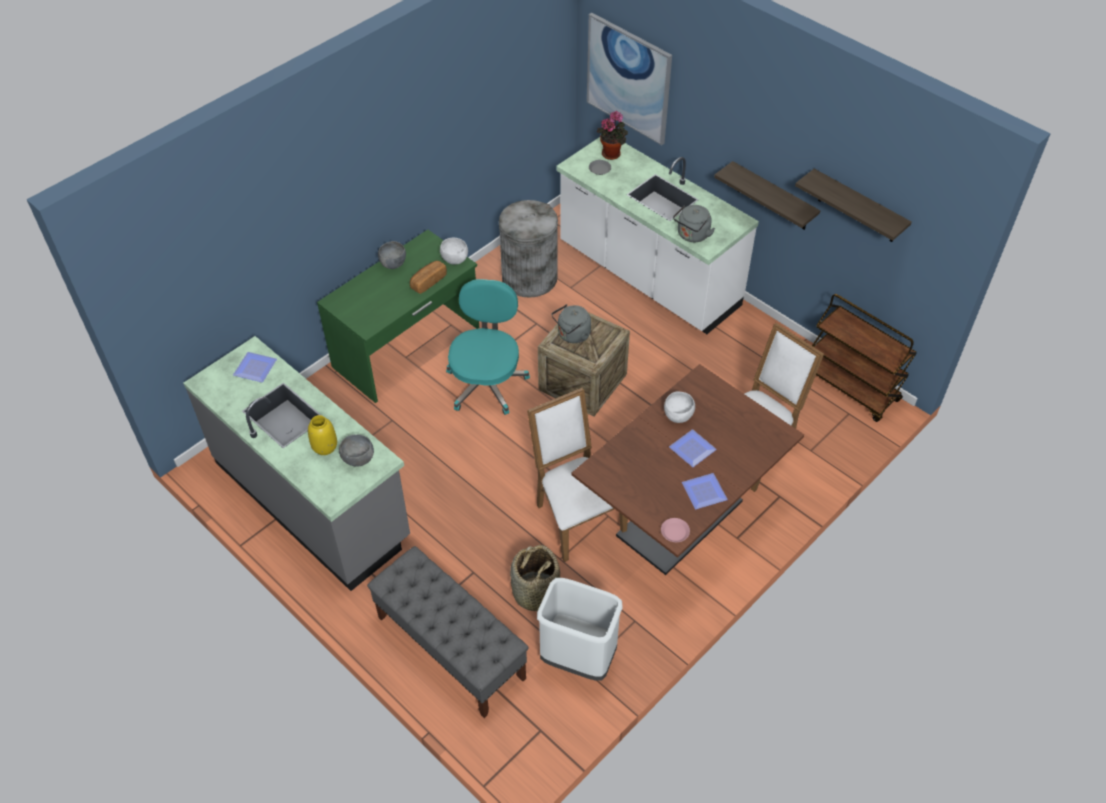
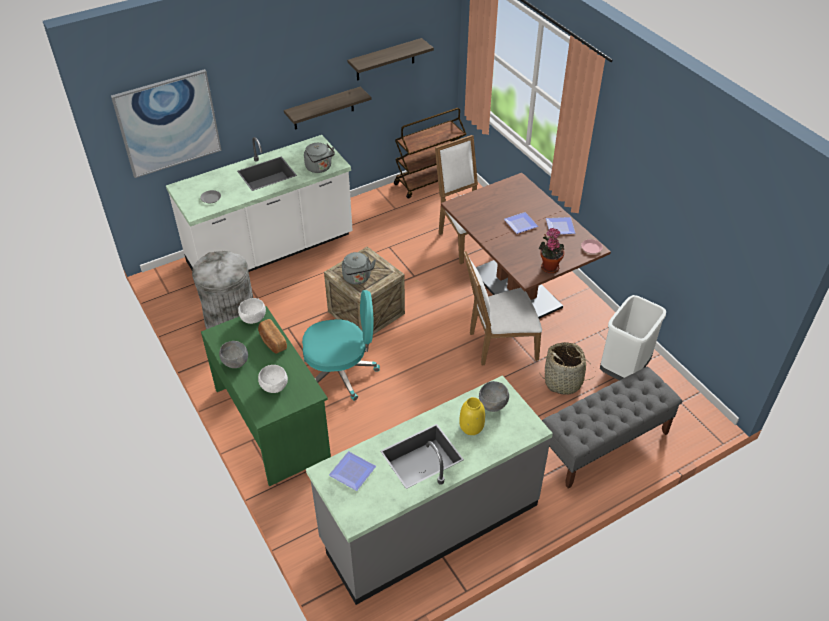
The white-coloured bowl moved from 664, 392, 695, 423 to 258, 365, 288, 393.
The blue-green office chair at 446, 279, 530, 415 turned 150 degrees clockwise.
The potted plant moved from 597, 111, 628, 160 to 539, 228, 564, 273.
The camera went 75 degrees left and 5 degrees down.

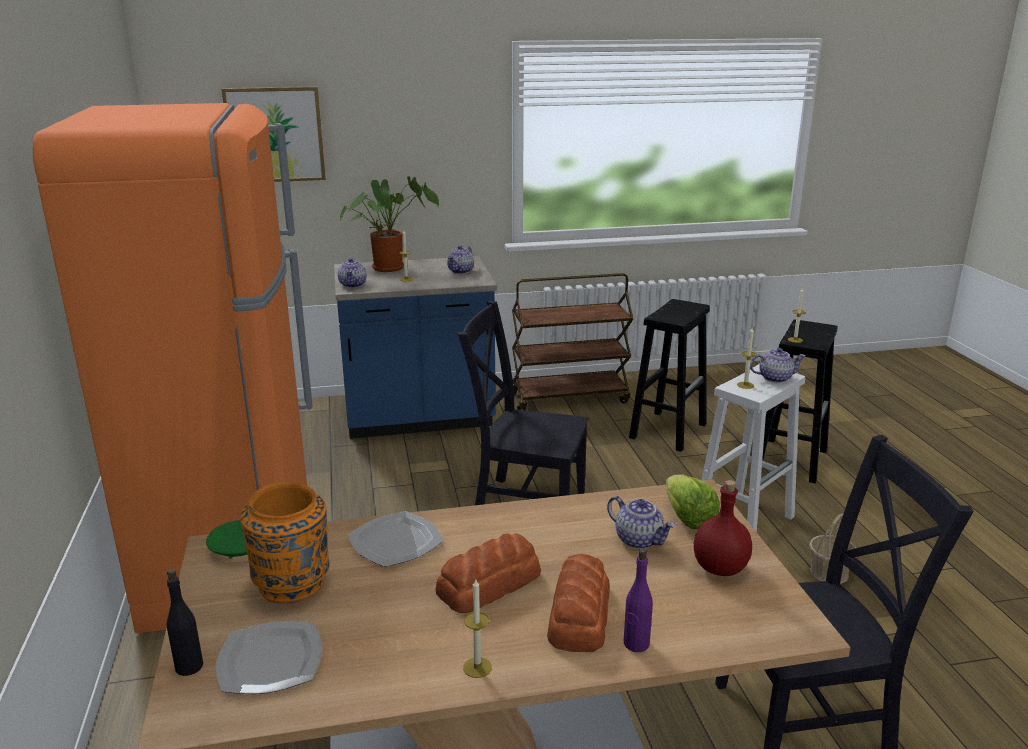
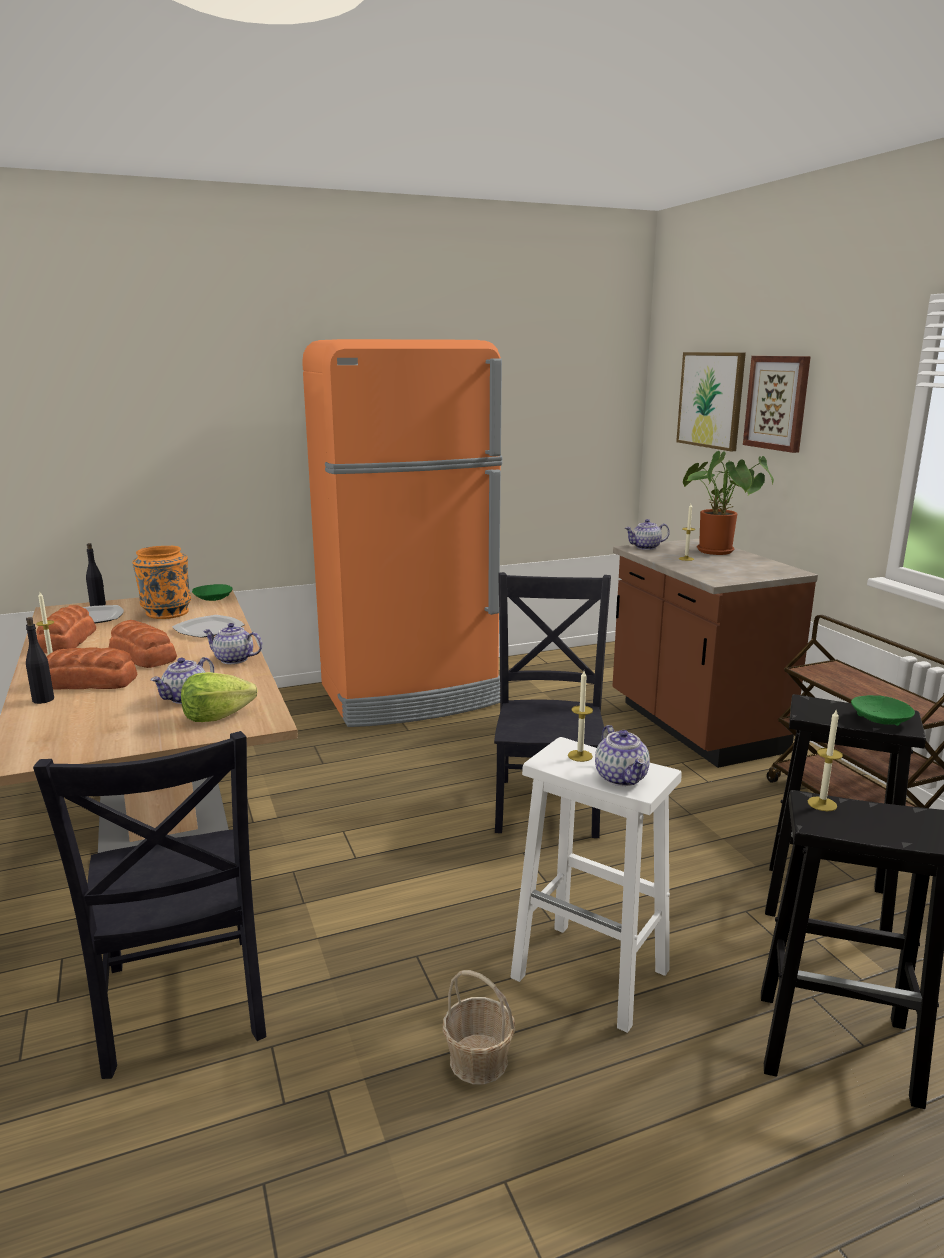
The purple drink bottle at 624, 548, 653, 652 became the blackish drink bottle at 26, 617, 54, 704.
The bread at 37, 605, 96, 653 appeared.
The teapot moved from 447, 245, 474, 274 to 203, 623, 263, 664.
The bluish counter at 334, 256, 497, 439 became the brown counter at 613, 539, 818, 768.
The wall art at 743, 356, 811, 453 appeared.
The green bowl at 851, 695, 915, 726 appeared.
The red-coloured drink bottle at 694, 480, 752, 576 disappeared.
The camera went 80 degrees right and 5 degrees down.

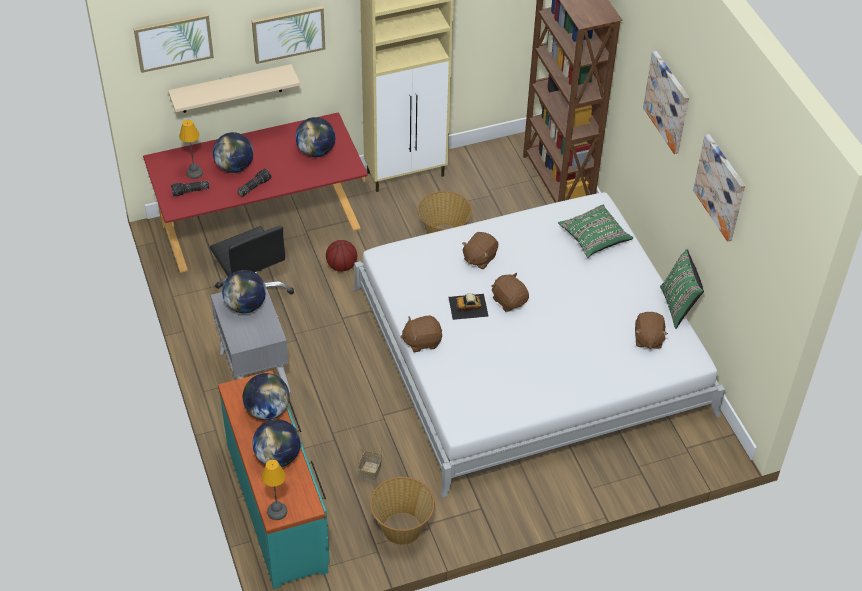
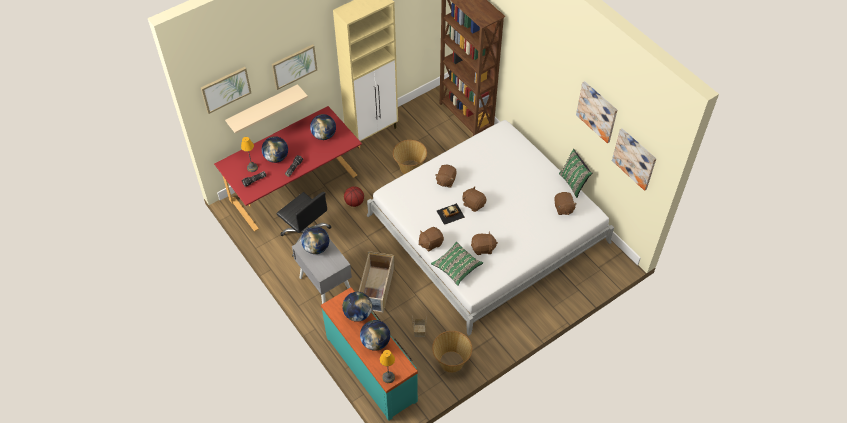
The sand-coloured storage box at 358, 251, 395, 313 appeared.
The green pillow moved from 558, 204, 633, 258 to 431, 242, 483, 286.
The brown soft toy at 471, 231, 498, 255 appeared.
The wall art moved from 643, 51, 689, 154 to 612, 128, 656, 191.
The camera went 15 degrees left and 5 degrees up.

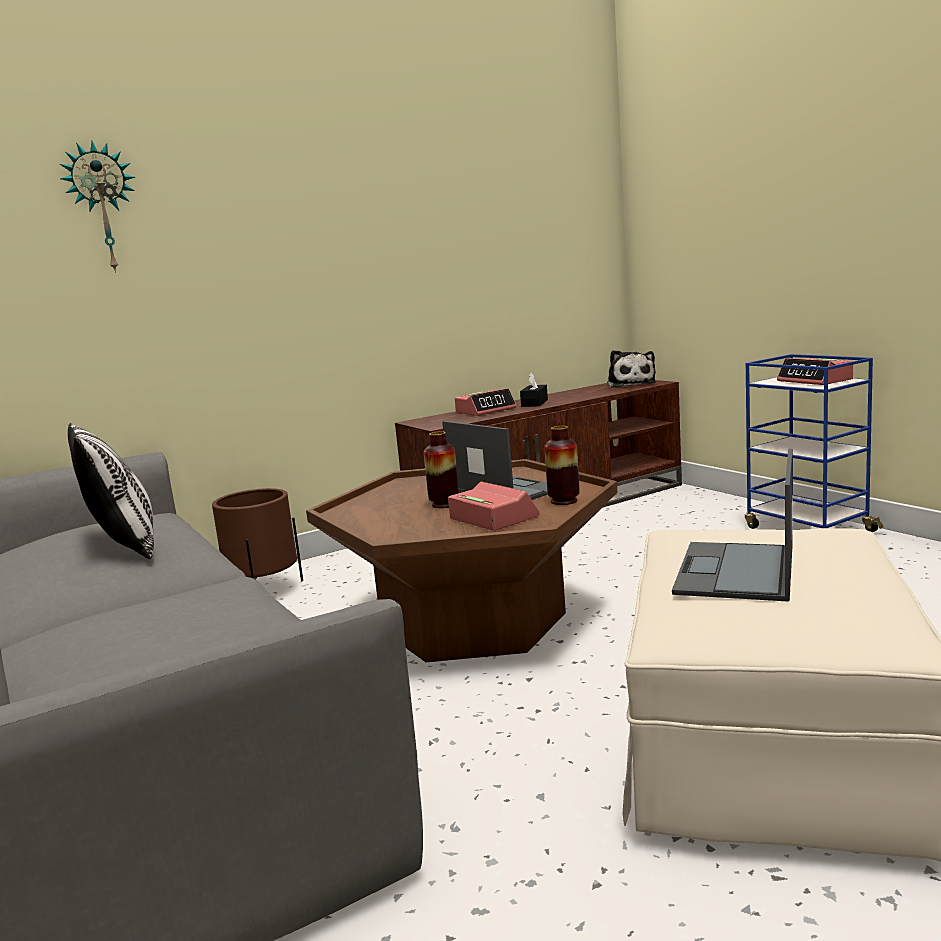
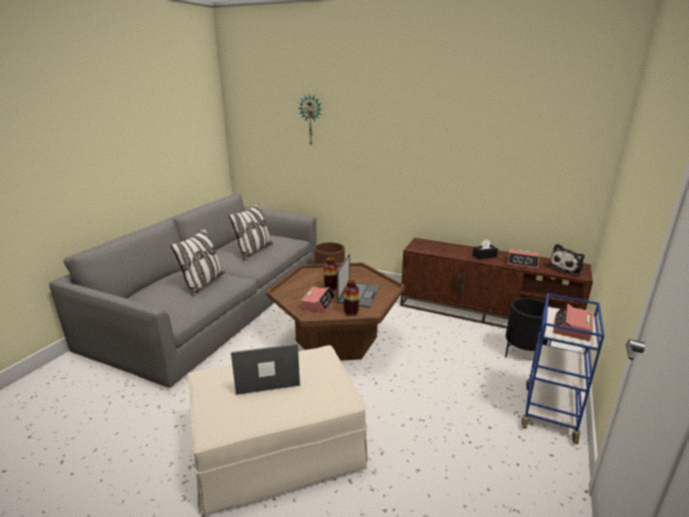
The pillow at 170, 228, 225, 296 appeared.
The blackish plant pot at 505, 298, 552, 357 appeared.
The table clock moved from 455, 388, 516, 416 to 508, 249, 539, 269.
The camera went 55 degrees right and 10 degrees up.

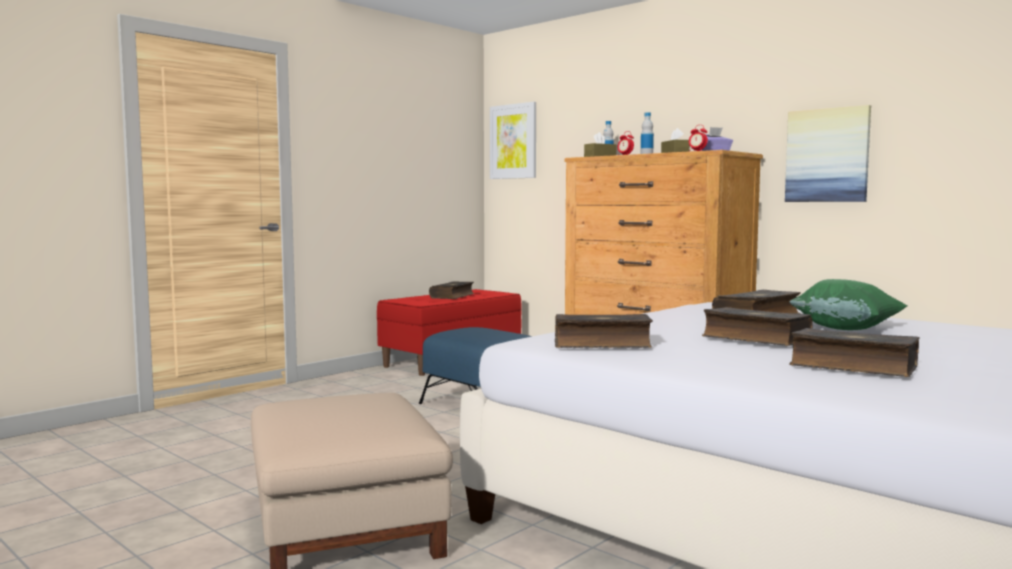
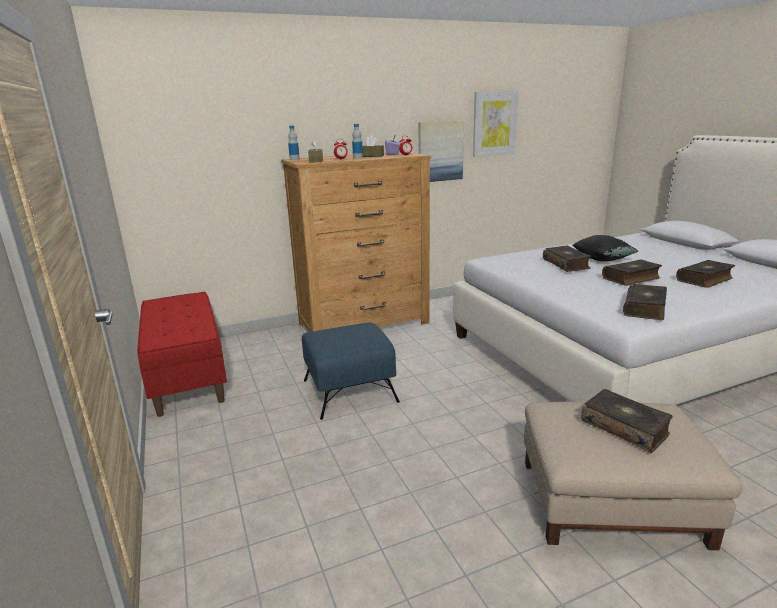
The wall art moved from 490, 102, 536, 179 to 473, 91, 519, 157.
The green pillow at 790, 279, 908, 330 became the blackish pillow at 572, 235, 638, 262.
The volume moved from 429, 281, 474, 299 to 581, 389, 673, 453.
The camera went 65 degrees left and 15 degrees up.

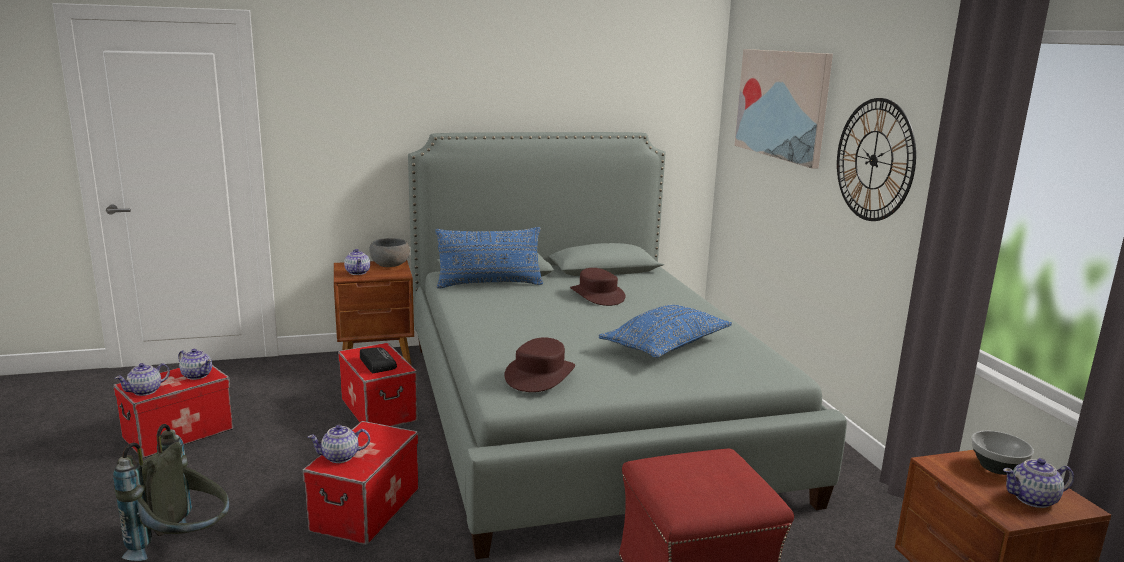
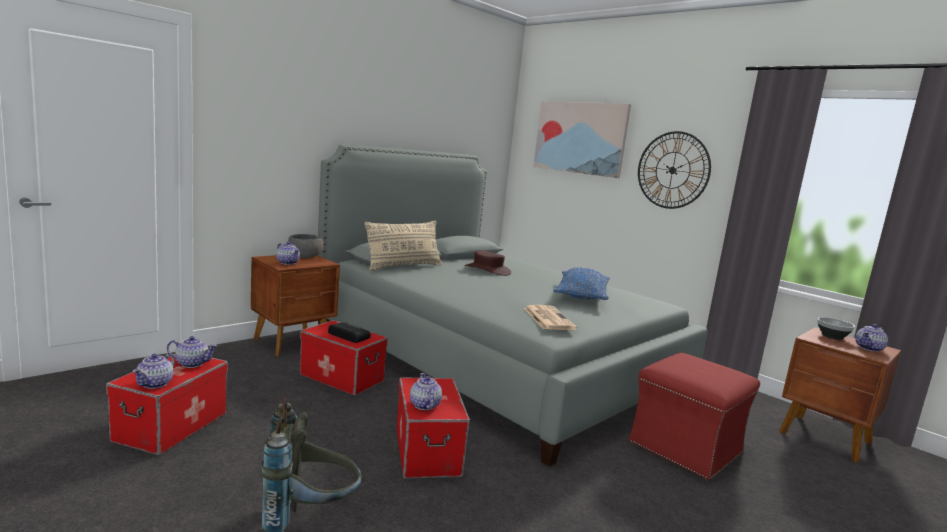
The bluish pillow at 435, 227, 543, 289 became the sand-coloured pillow at 364, 221, 442, 271.
The teapot at 308, 425, 370, 463 turned 120 degrees clockwise.
The brown wearable hat at 504, 337, 575, 392 was replaced by the printed paper at 524, 305, 577, 330.
The camera went 30 degrees left and 5 degrees down.

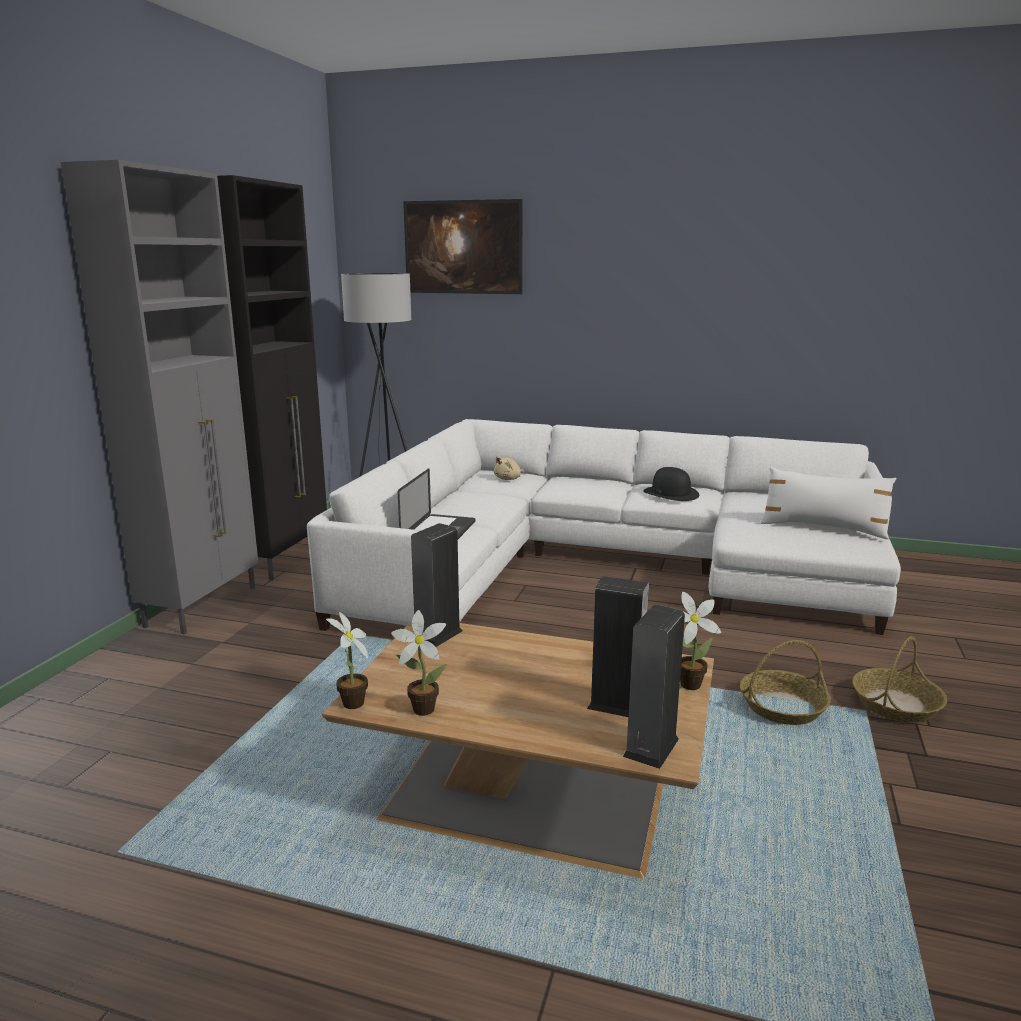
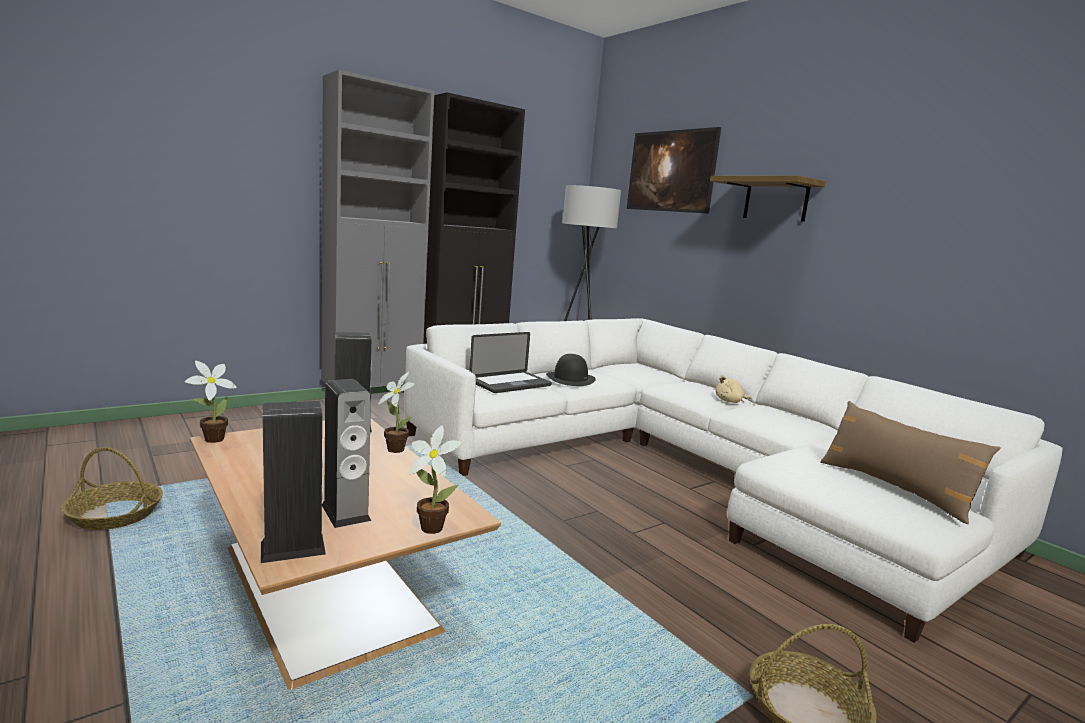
The basket moved from 740, 640, 831, 725 to 61, 447, 163, 530.
The potted plant moved from 391, 610, 447, 716 to 378, 372, 415, 453.
The blackish wearable hat moved from 643, 467, 699, 501 to 546, 354, 596, 386.
The wall shelf at 710, 175, 826, 222 appeared.
The sand-coloured soft toy moved from 494, 456, 524, 480 to 716, 375, 752, 403.
The white-coloured pillow at 761, 467, 896, 539 became the brown pillow at 820, 401, 1001, 524.
The camera went 35 degrees right and 5 degrees down.

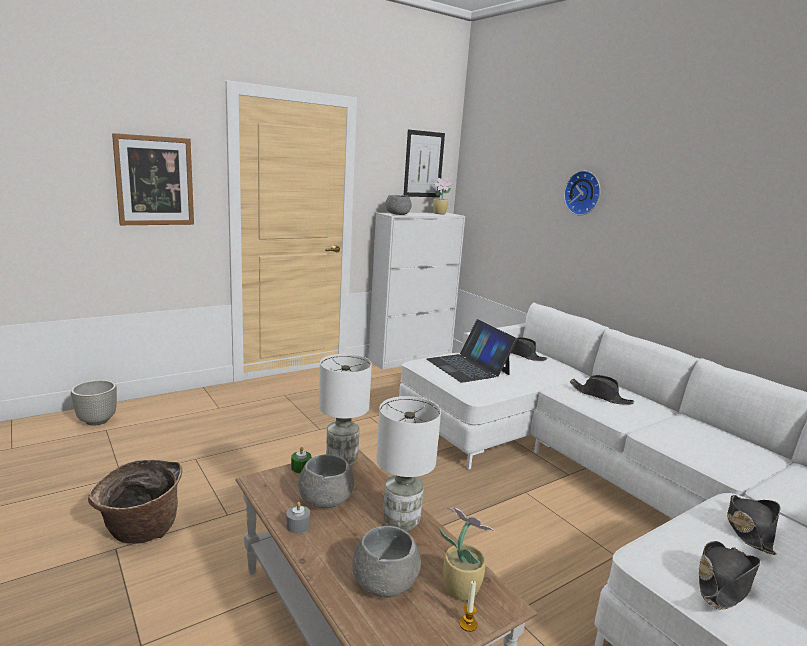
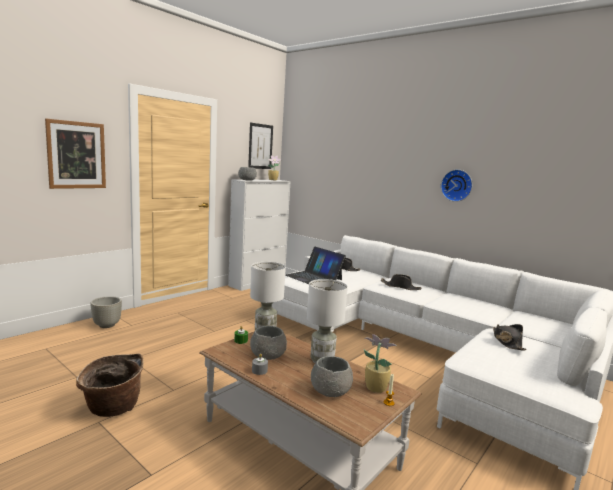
The greyish plant pot moved from 71, 380, 117, 426 to 90, 296, 122, 328.
The hanging clock moved from 564, 171, 600, 216 to 441, 169, 472, 202.
The blackish wearable hat at 699, 541, 761, 609 disappeared.
The camera went 15 degrees left and 5 degrees down.

